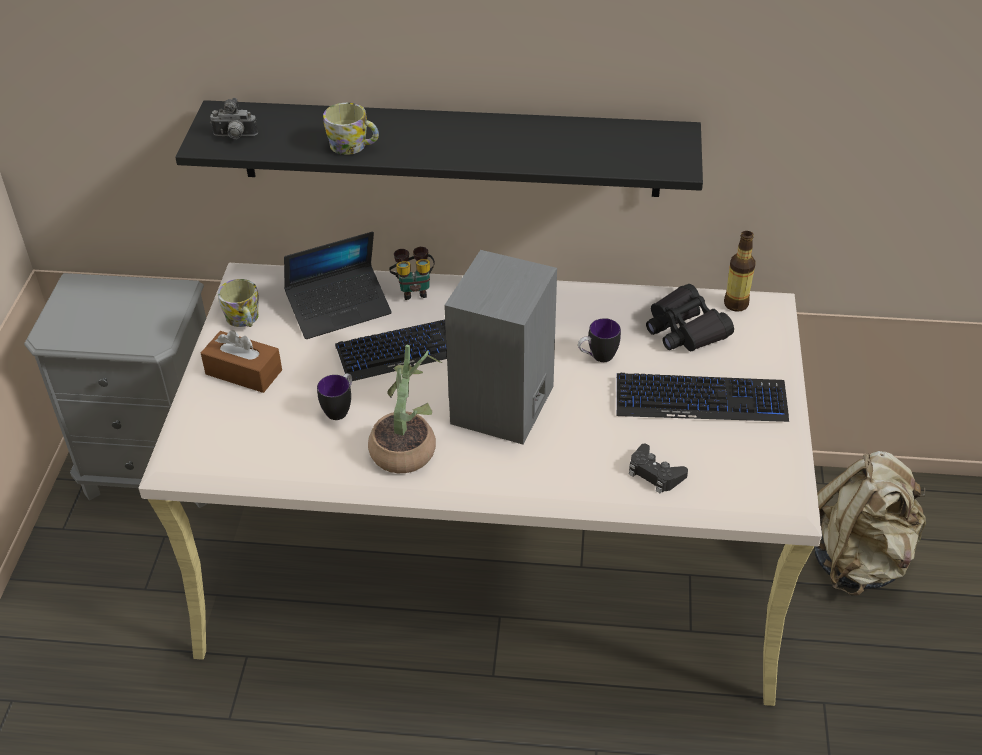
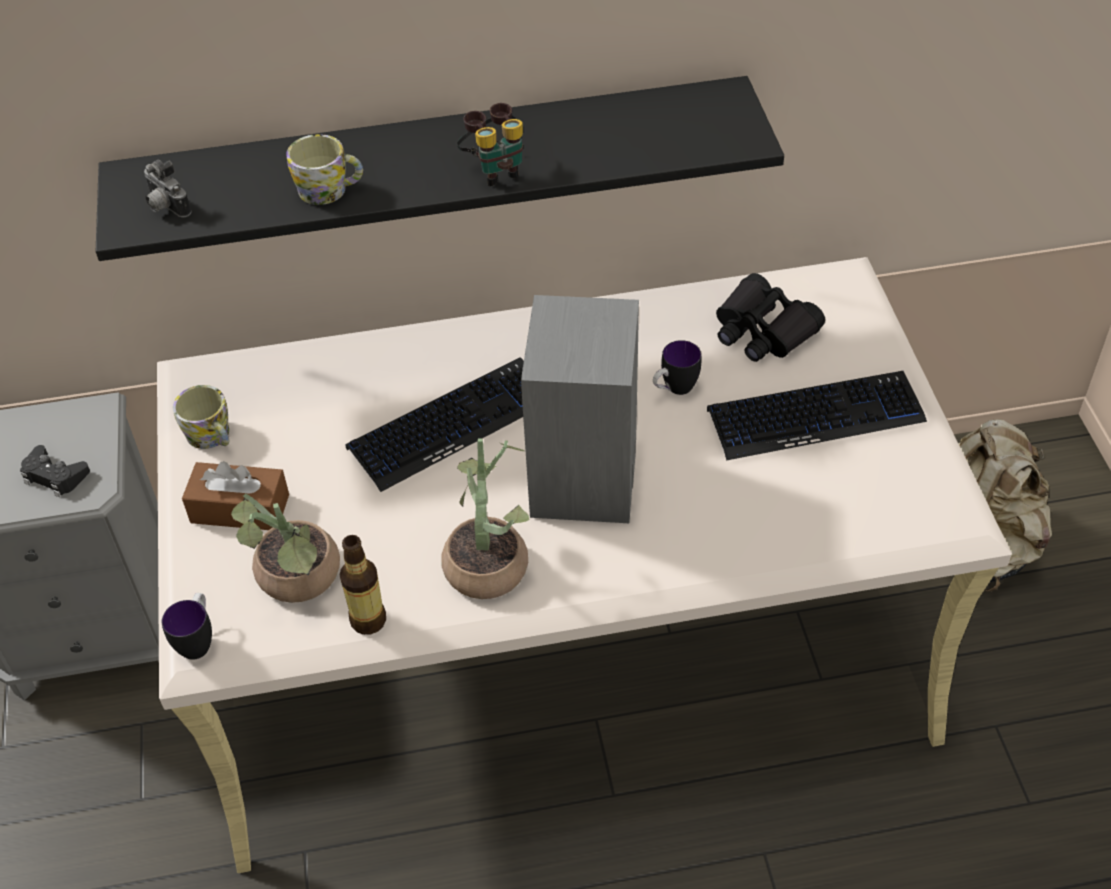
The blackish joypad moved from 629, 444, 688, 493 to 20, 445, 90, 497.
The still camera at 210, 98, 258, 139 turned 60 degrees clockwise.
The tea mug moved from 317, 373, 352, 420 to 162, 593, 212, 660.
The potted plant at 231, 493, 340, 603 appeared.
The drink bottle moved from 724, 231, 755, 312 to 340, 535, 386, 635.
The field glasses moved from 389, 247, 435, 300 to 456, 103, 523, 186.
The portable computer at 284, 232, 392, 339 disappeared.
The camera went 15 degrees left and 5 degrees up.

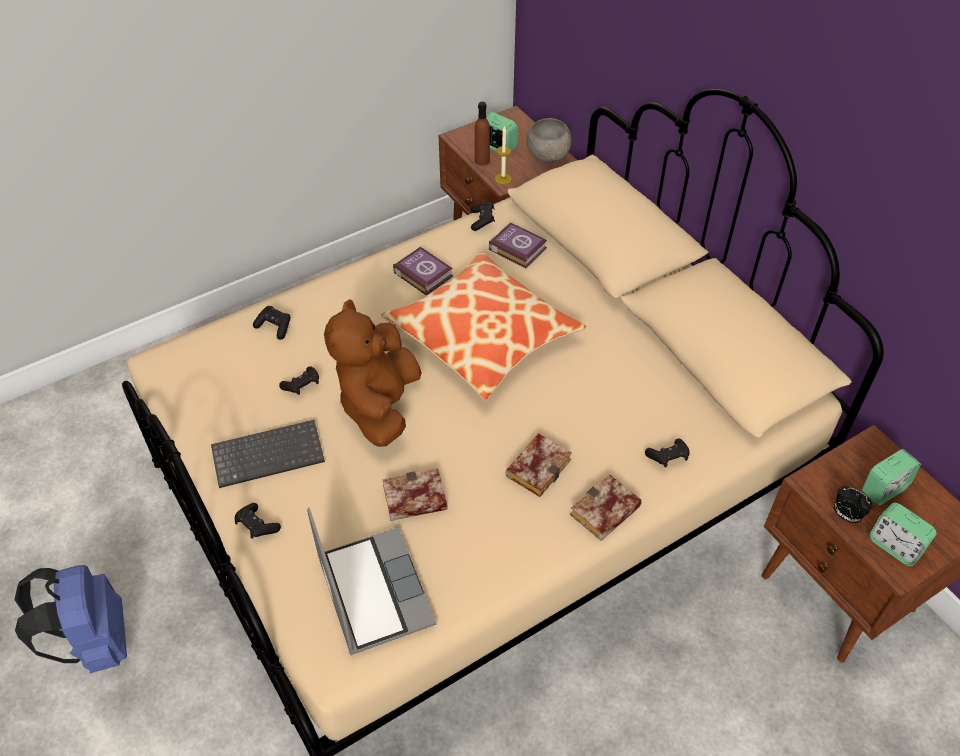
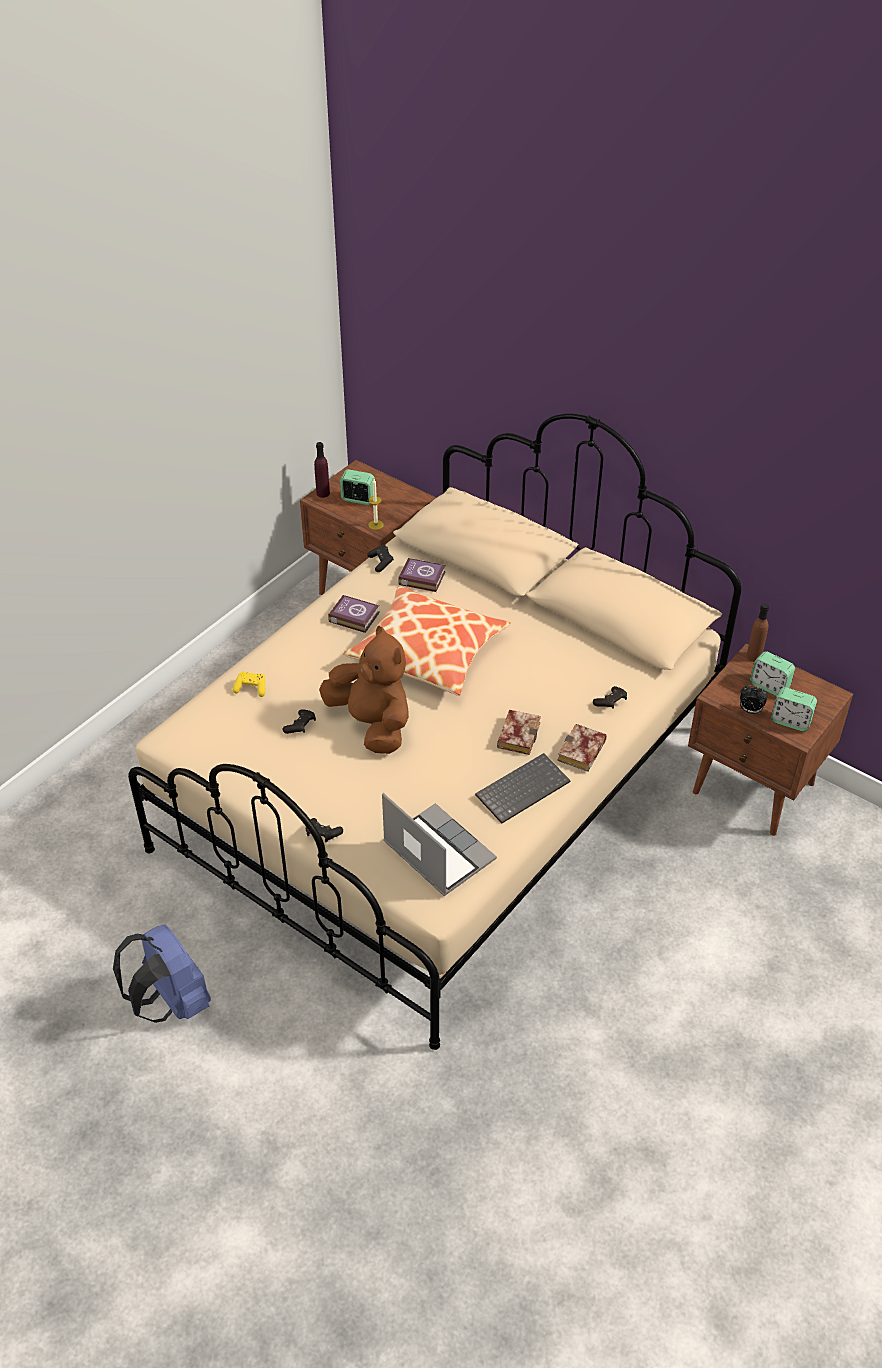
The blackish joypad at 253, 306, 290, 340 became the yellow joypad at 233, 671, 265, 697.
The purple drink bottle at 314, 442, 330, 498 appeared.
The brown soft toy at 324, 299, 422, 447 turned 150 degrees clockwise.
The PC keyboard moved from 211, 420, 325, 488 to 475, 753, 571, 824.
The brown drink bottle moved from 475, 102, 490, 166 to 746, 603, 769, 662.
The table clock at 862, 449, 921, 506 turned 90 degrees clockwise.
The volume at 382, 469, 448, 521 disappeared.
The greyish bowl at 526, 118, 571, 163 disappeared.
The camera went 20 degrees left and 5 degrees down.

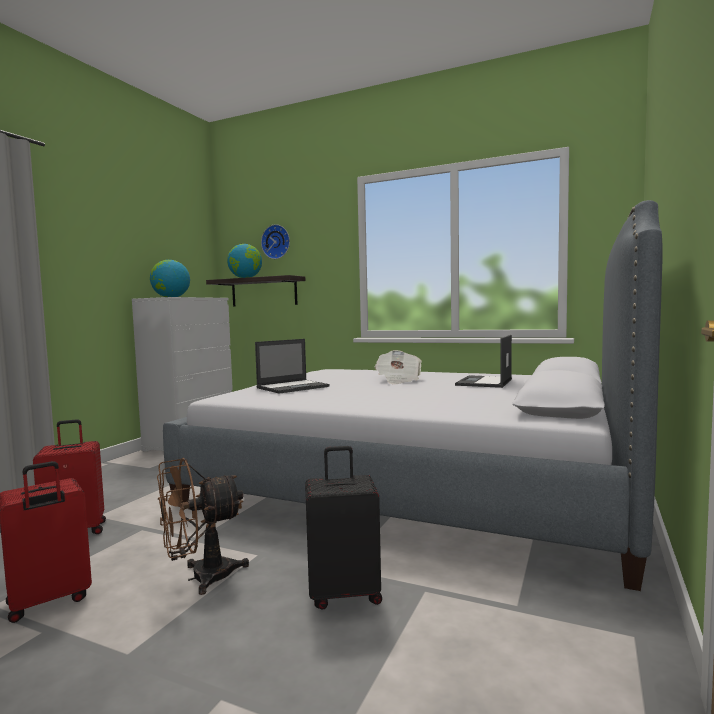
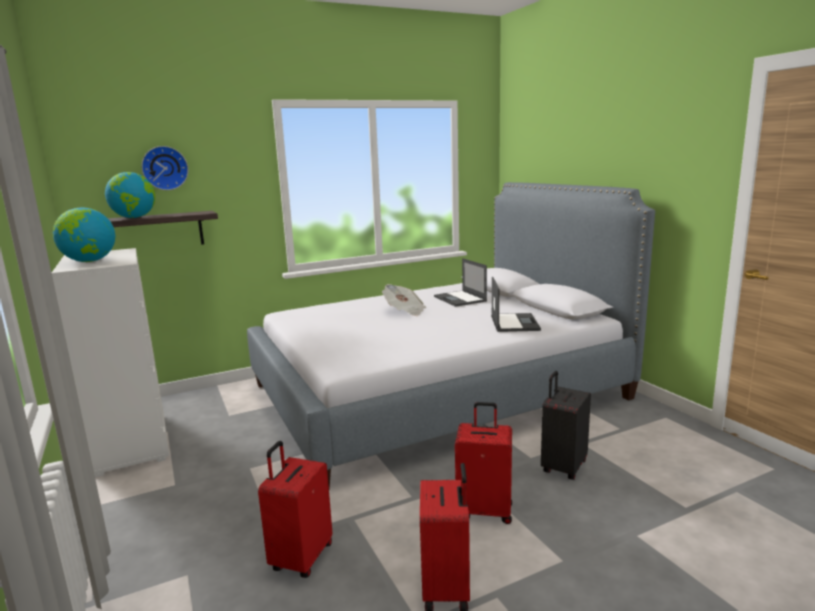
The brown electric fan at 157, 458, 249, 595 was replaced by the red-coloured travel case at 455, 402, 512, 524.
The portable computer moved from 255, 339, 330, 394 to 491, 277, 541, 332.
The camera went 50 degrees left and 10 degrees up.

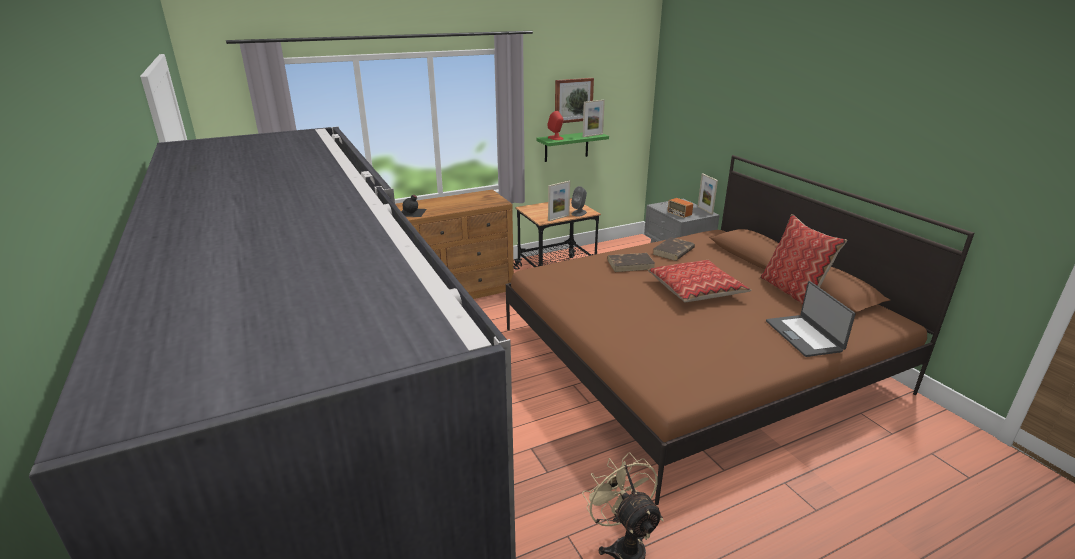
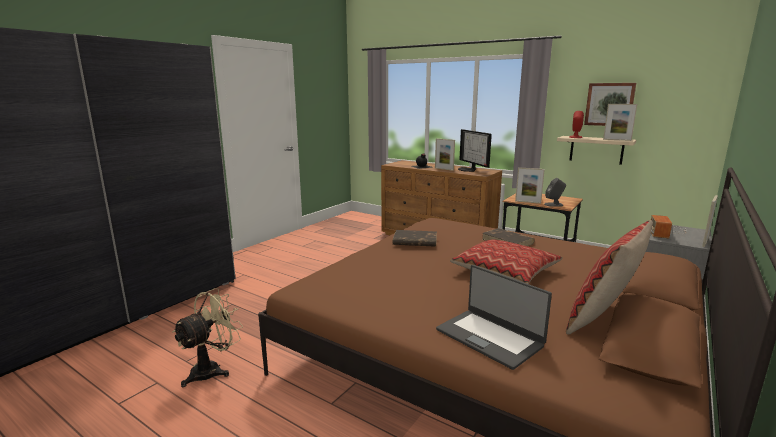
The brown volume moved from 652, 237, 695, 261 to 393, 230, 437, 247.
The picture frame at 435, 138, 455, 171 appeared.
The portable computer at 766, 281, 856, 357 turned 90 degrees counterclockwise.
The monitor at 458, 129, 492, 172 appeared.
The green wall shelf at 537, 133, 609, 162 became the sand-coloured wall shelf at 557, 136, 636, 165.
The camera went 60 degrees right and 10 degrees down.

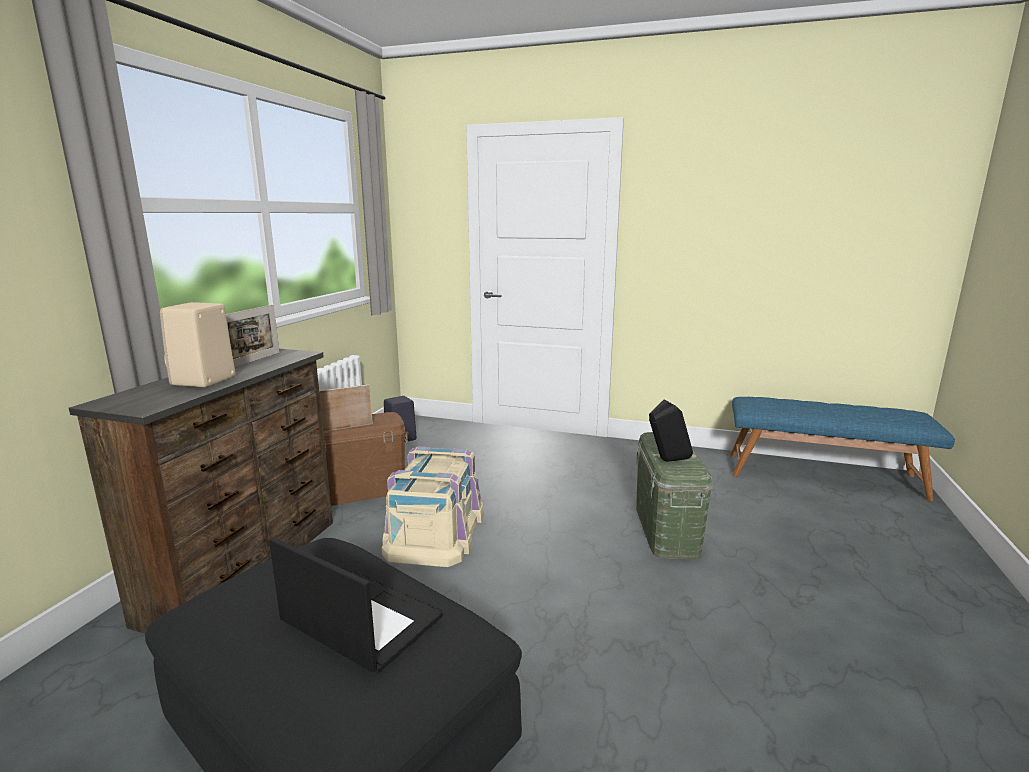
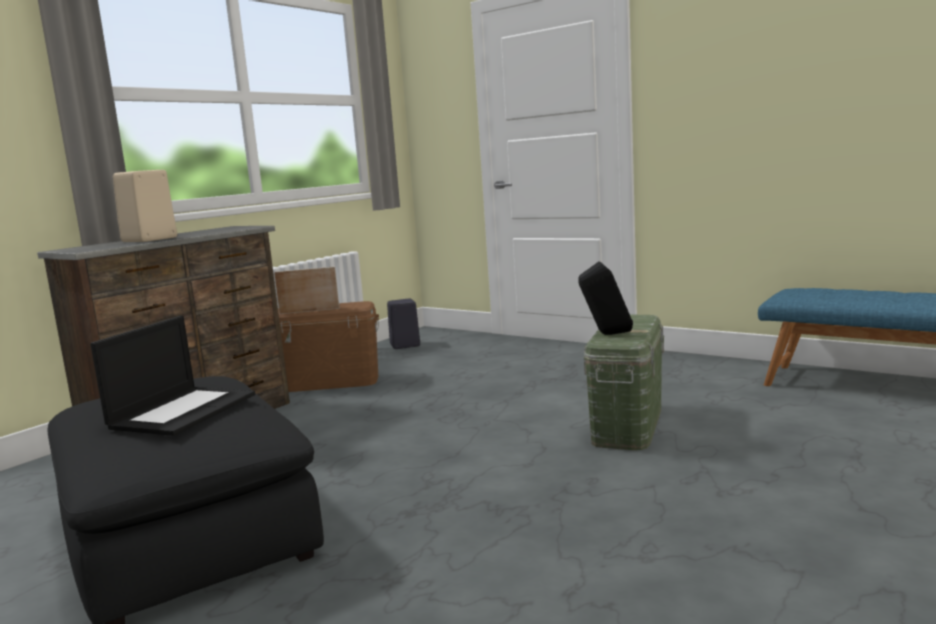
The portable computer at 269, 537, 443, 674 turned 60 degrees clockwise.
The picture frame at 226, 305, 280, 367 disappeared.
The sand-coloured storage box at 382, 446, 484, 567 disappeared.
The camera went 20 degrees right and 5 degrees down.

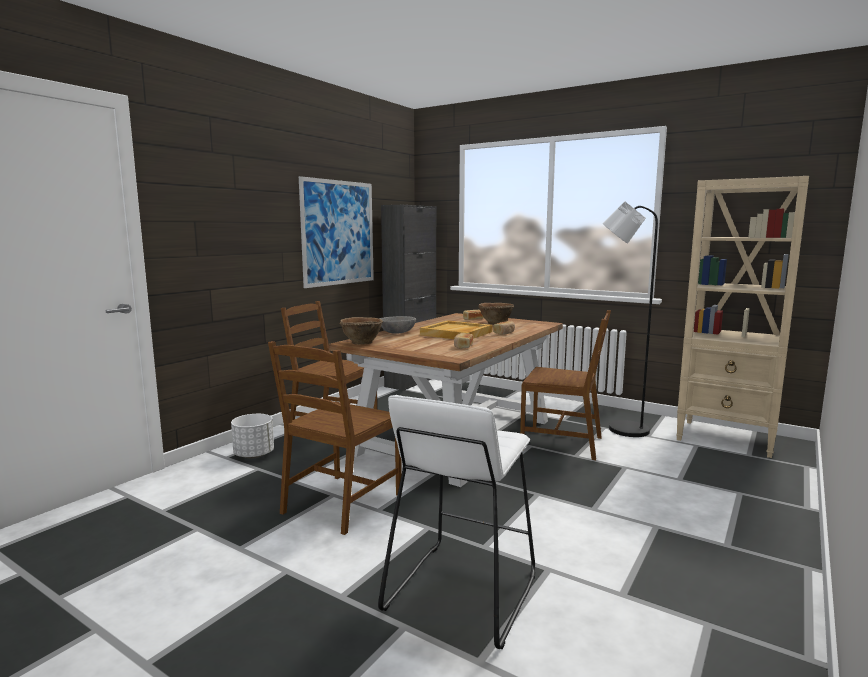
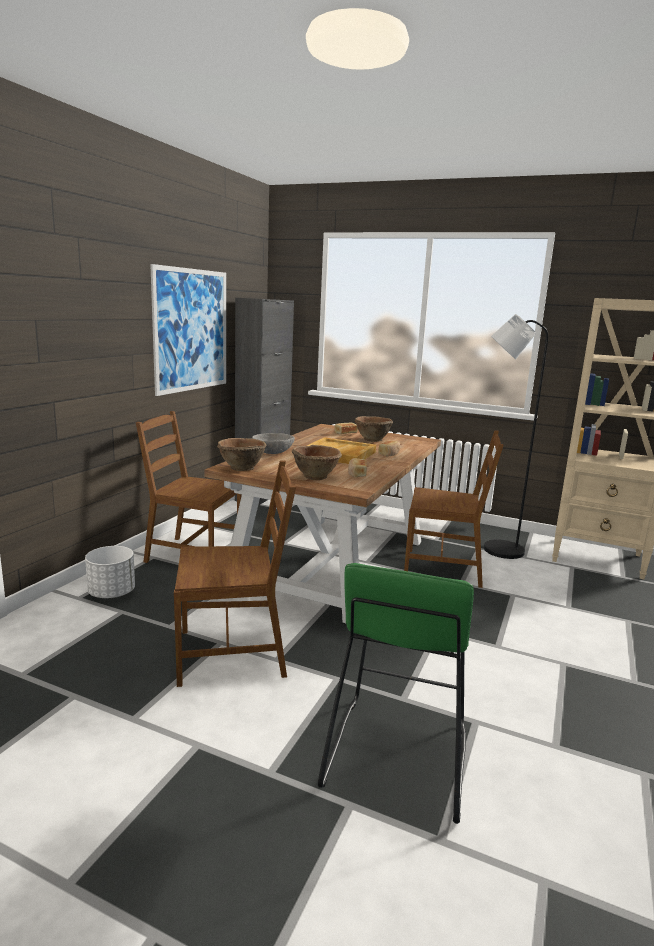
The brown plain chair at 268, 341, 402, 535 turned 120 degrees counterclockwise.
The brown bowl at 292, 445, 342, 480 appeared.
The white-coloured stool at 378, 395, 535, 649 became the green stool at 318, 563, 474, 824.
The camera went 10 degrees left and 5 degrees up.

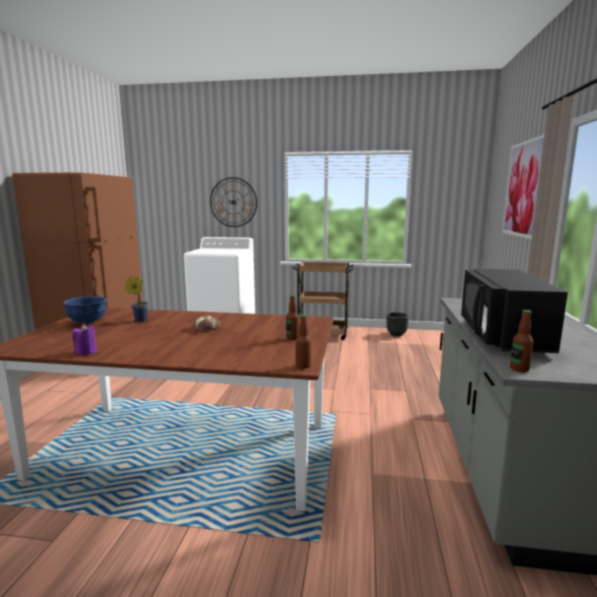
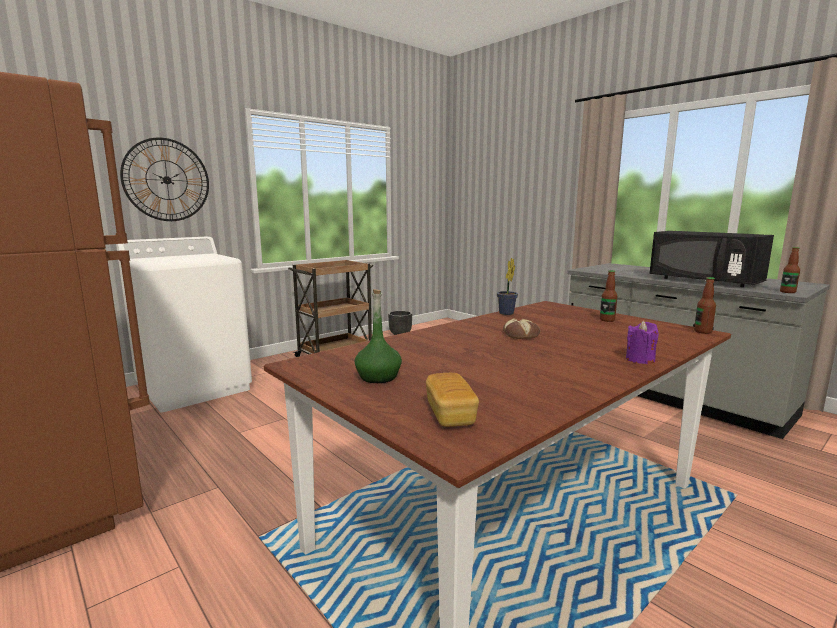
The bluish bowl at 63, 296, 107, 324 was replaced by the green drink bottle at 355, 289, 402, 383.
The bread at 426, 373, 479, 427 appeared.
The potted plant moved from 125, 276, 149, 322 to 497, 258, 518, 315.
The purple candle moved from 73, 324, 97, 355 to 626, 321, 659, 364.
The wall art at 502, 134, 545, 240 disappeared.
The camera went 50 degrees left and 0 degrees up.

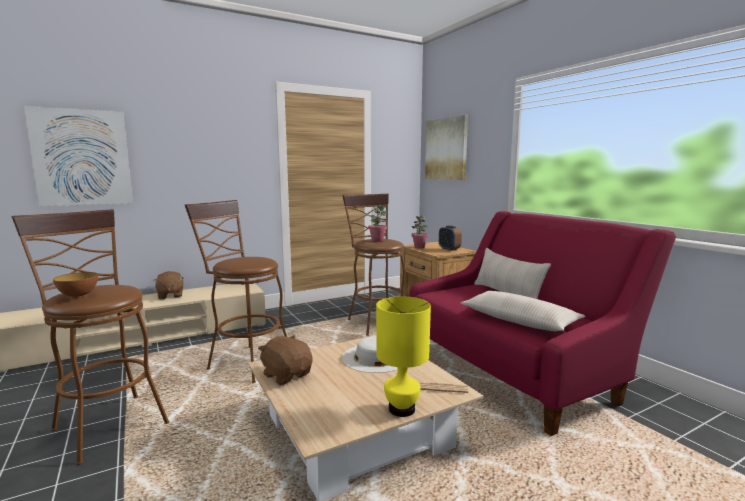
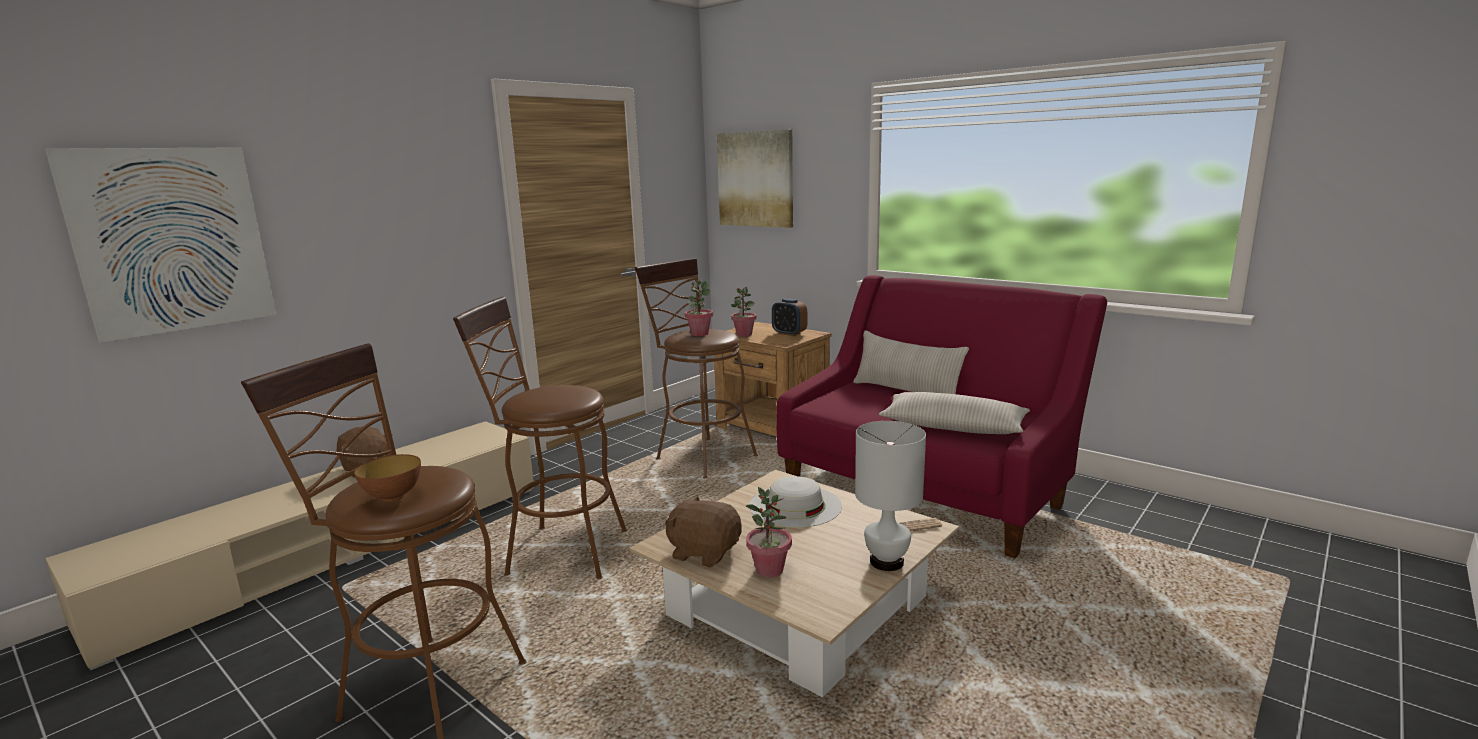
The potted plant at 746, 487, 792, 578 appeared.
The yellow lamp for a table at 376, 296, 431, 417 became the white-coloured lamp for a table at 855, 421, 926, 571.
The camera went 20 degrees left and 5 degrees up.

